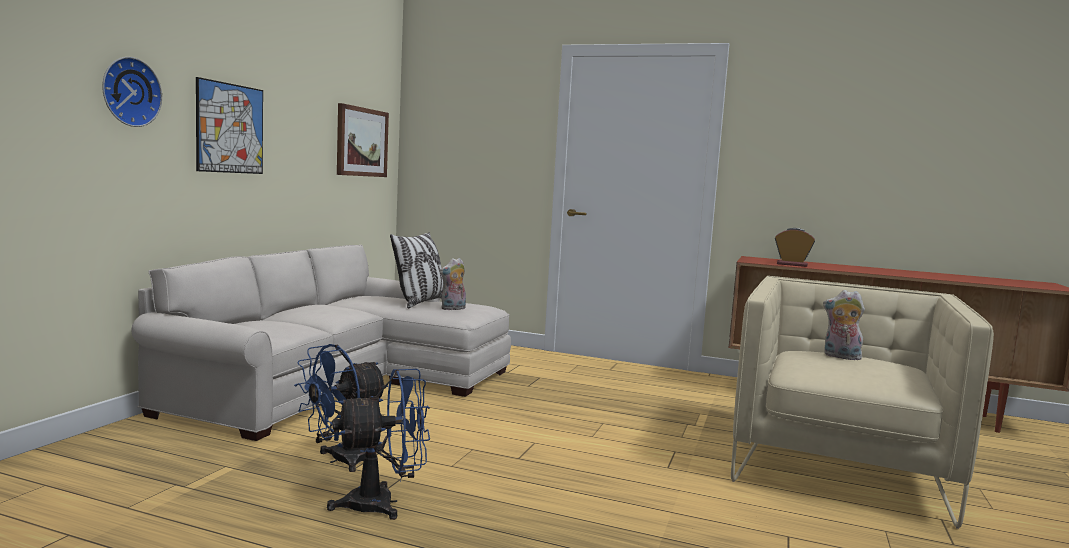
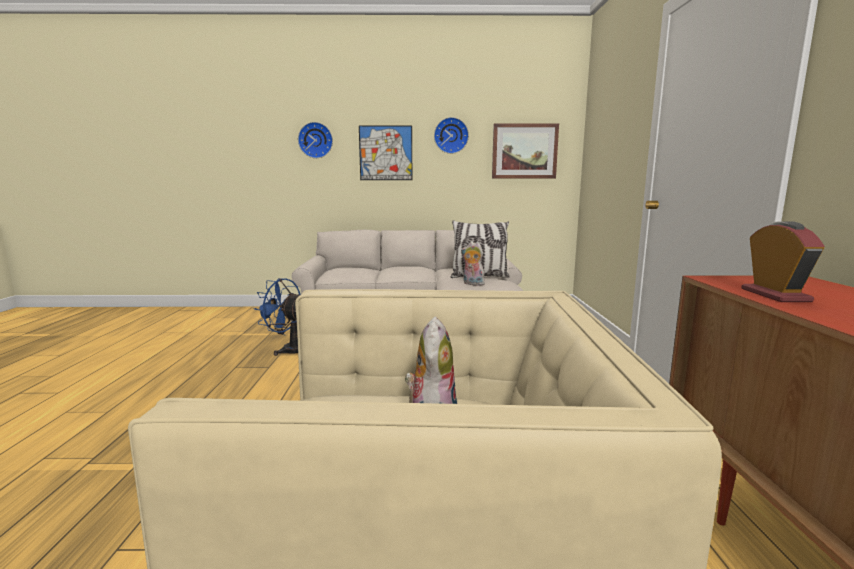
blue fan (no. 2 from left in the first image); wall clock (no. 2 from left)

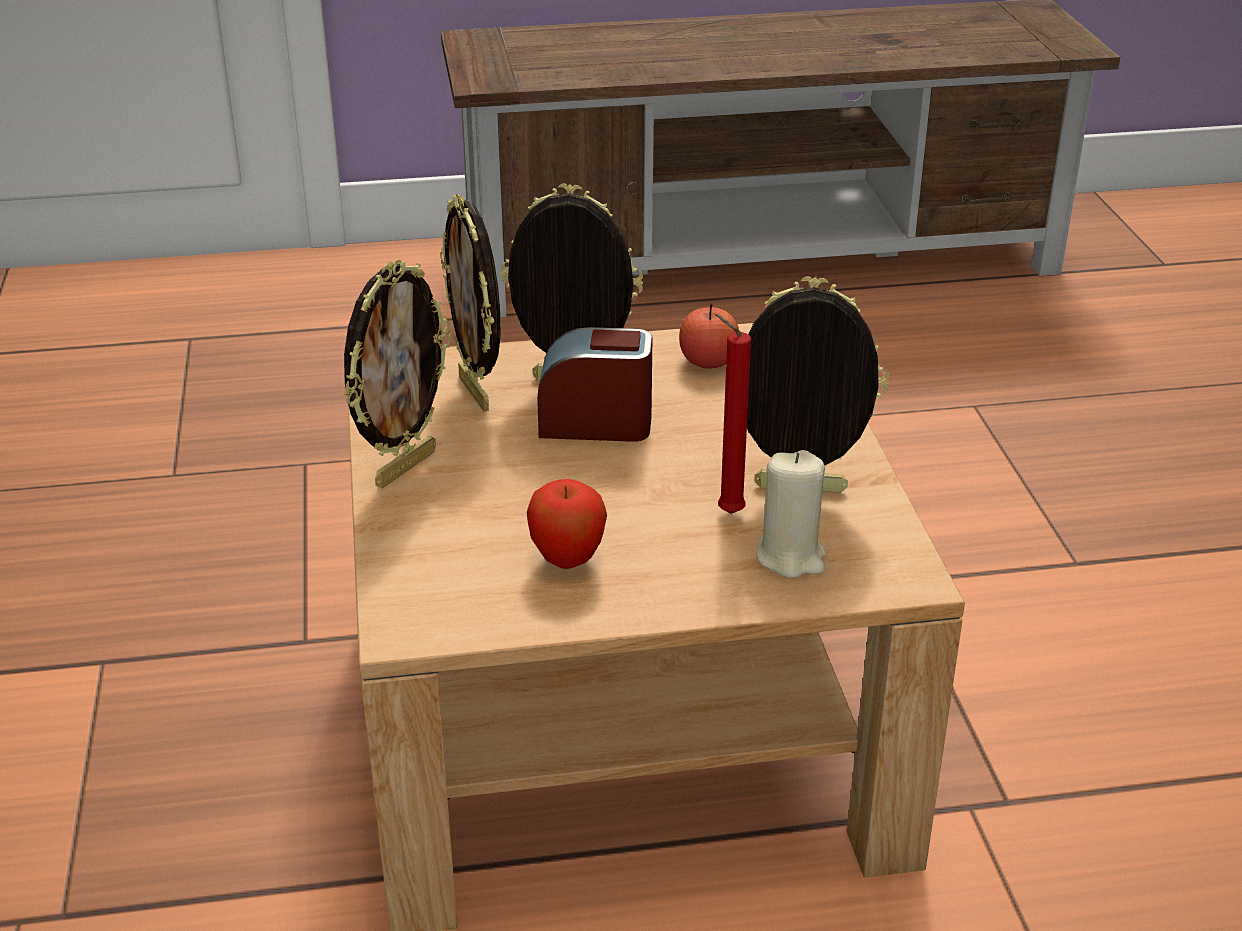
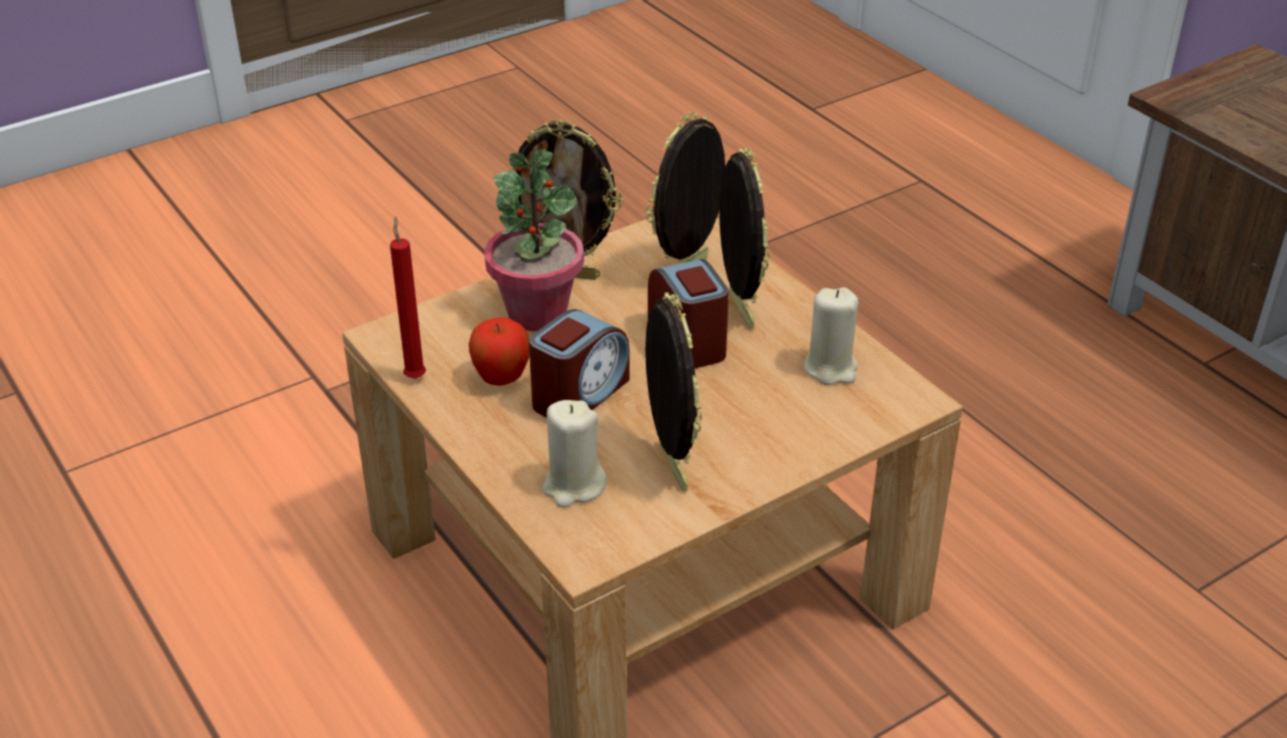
beige candle (no. 2 from left); red candle; potted plant; alarm clock (no. 1 from left)

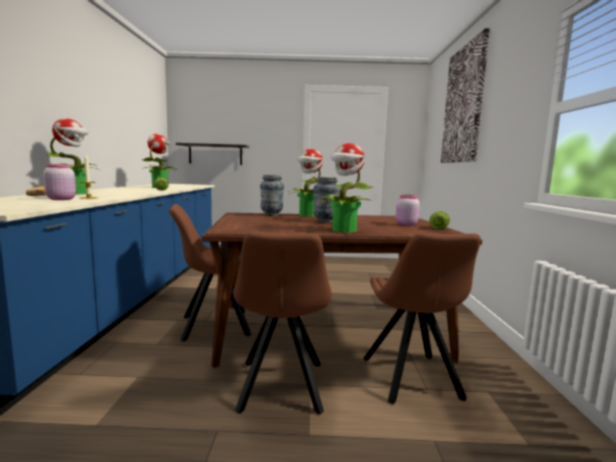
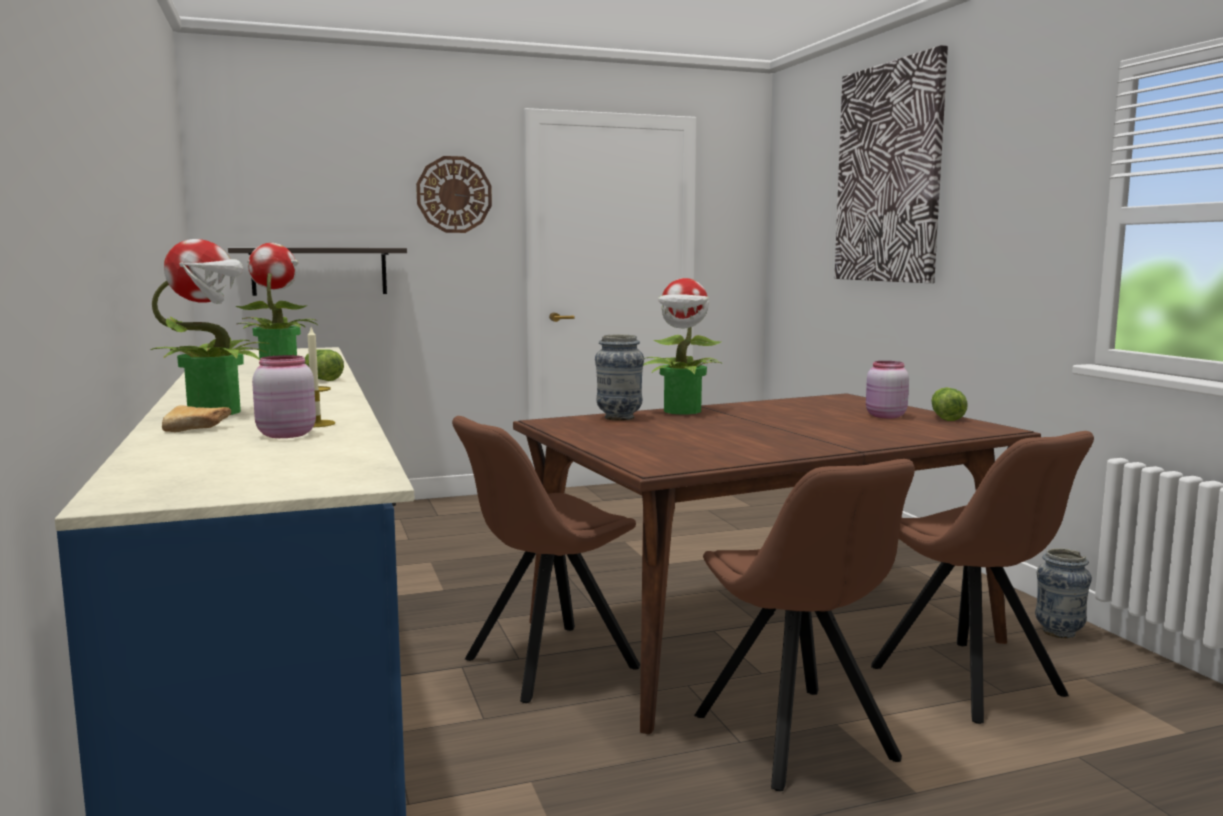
vase (no. 2 from left); potted plant (no. 4 from left in the first image); wall clock

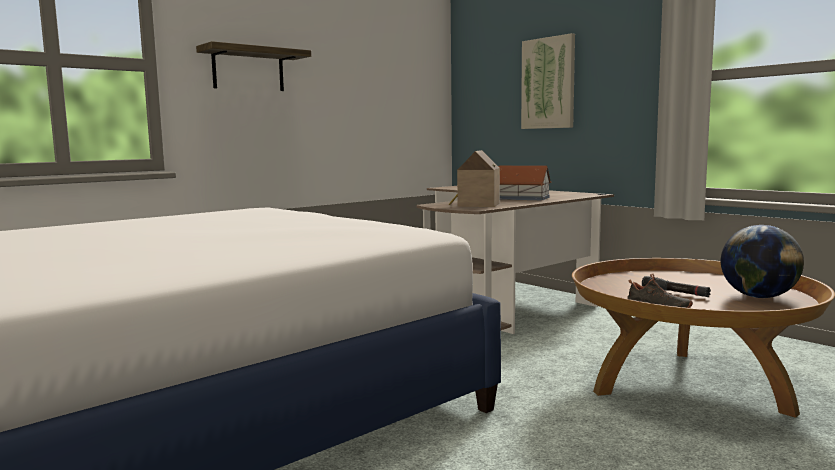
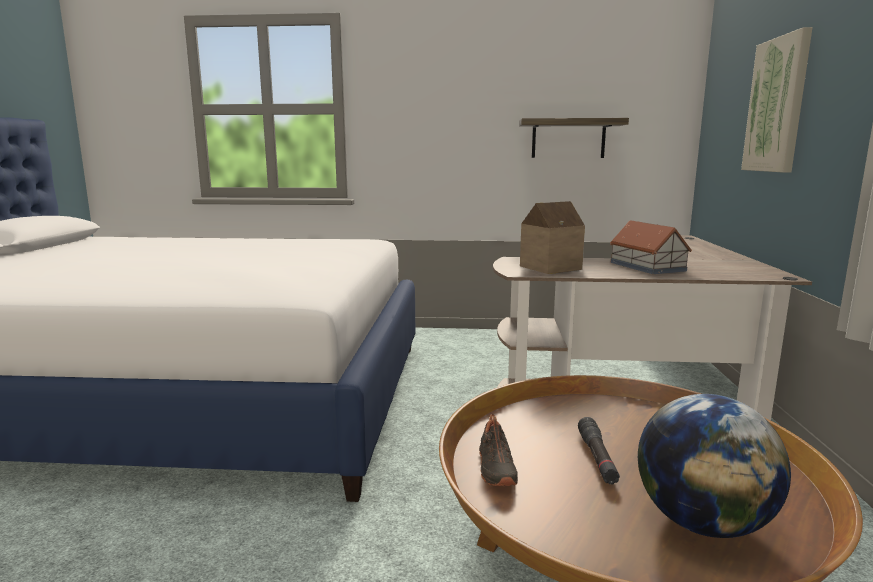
shelf

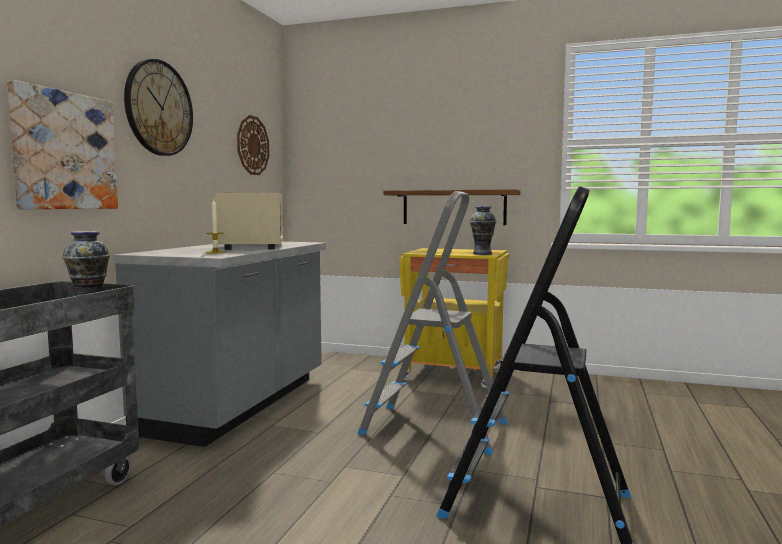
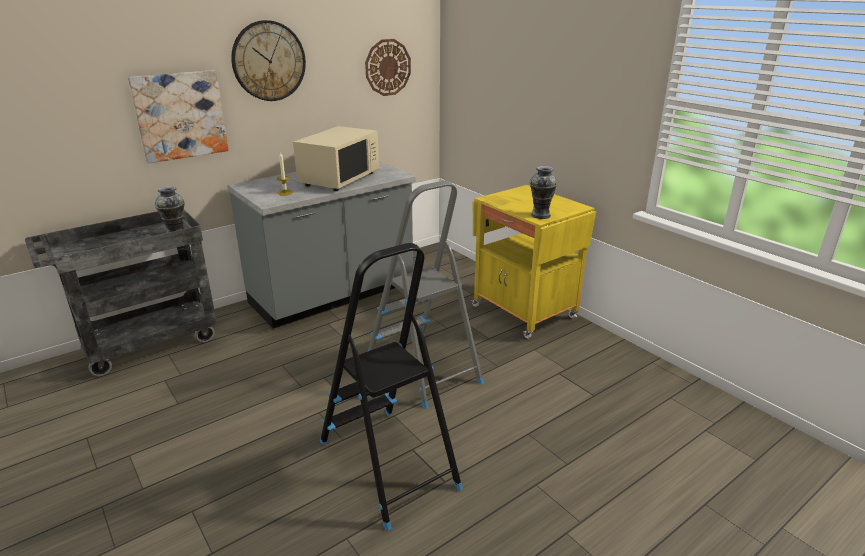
shelf

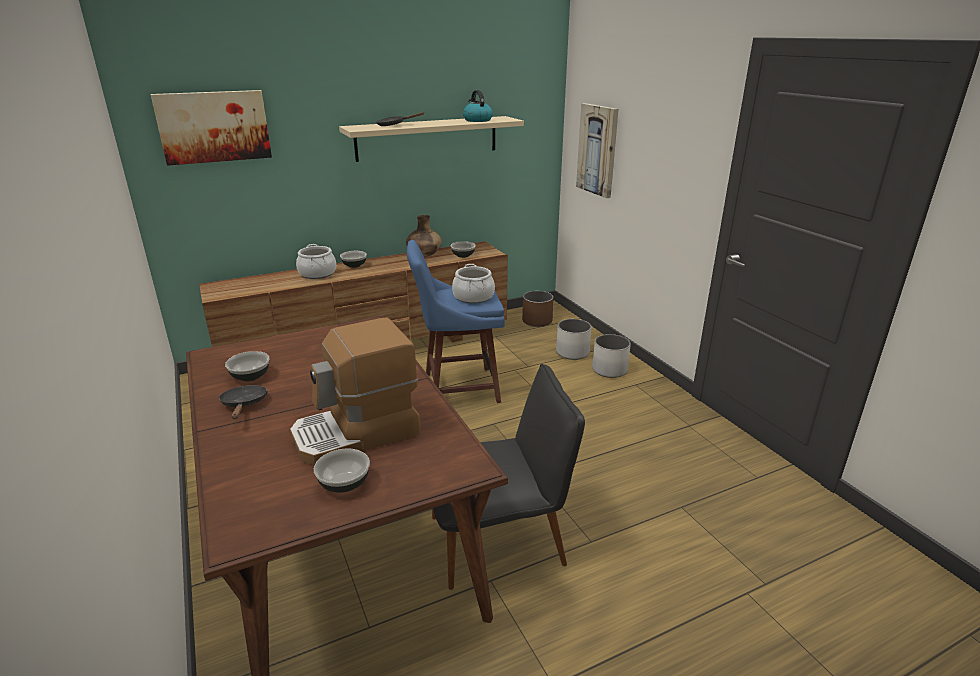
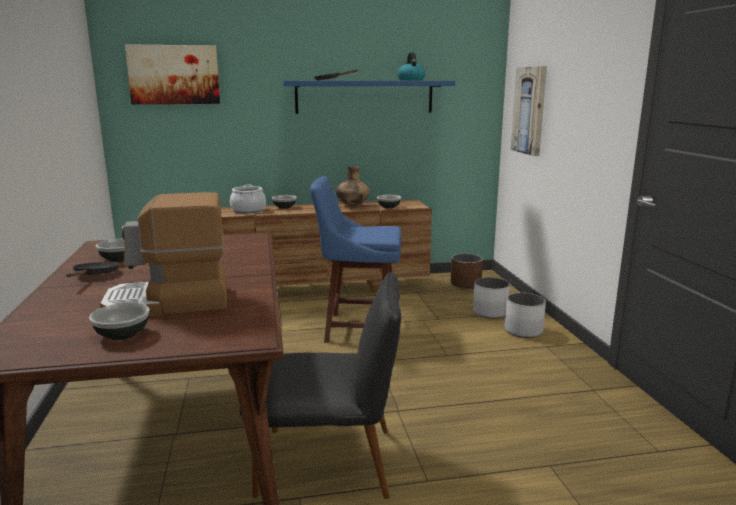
blue shelf; cooking pot (no. 2 from left in the first image)

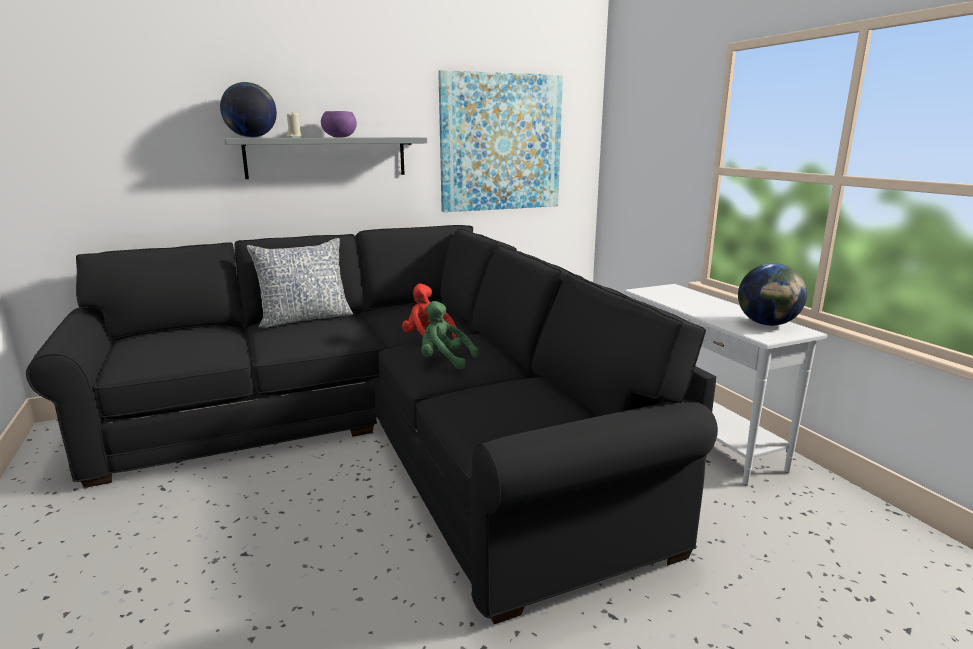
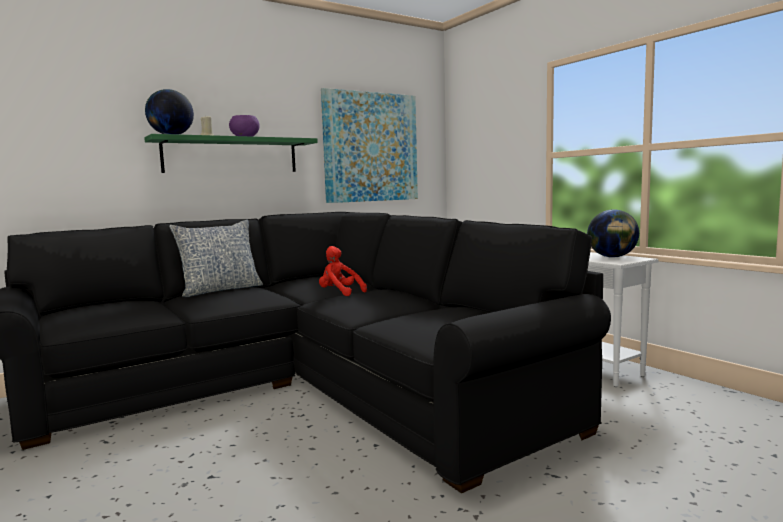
green shelf; green plush toy

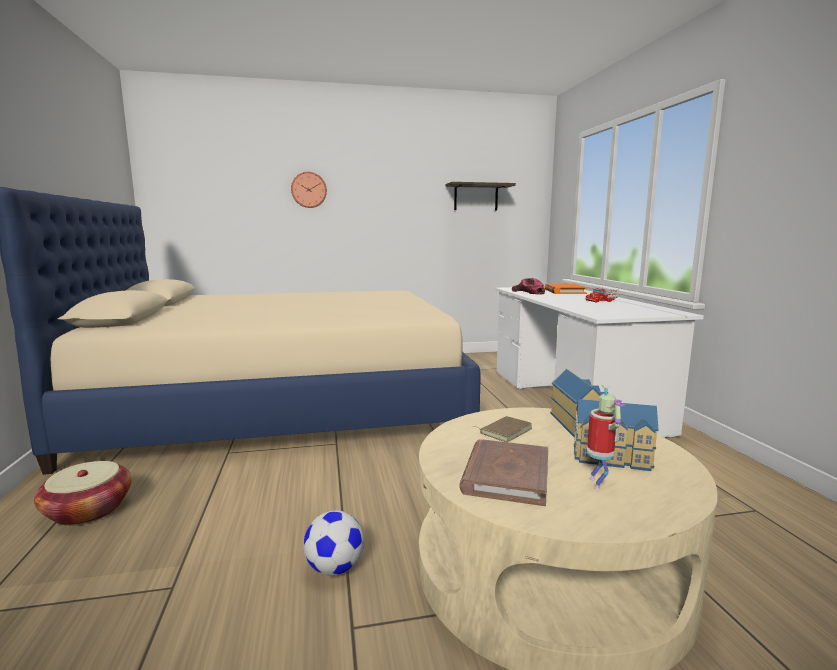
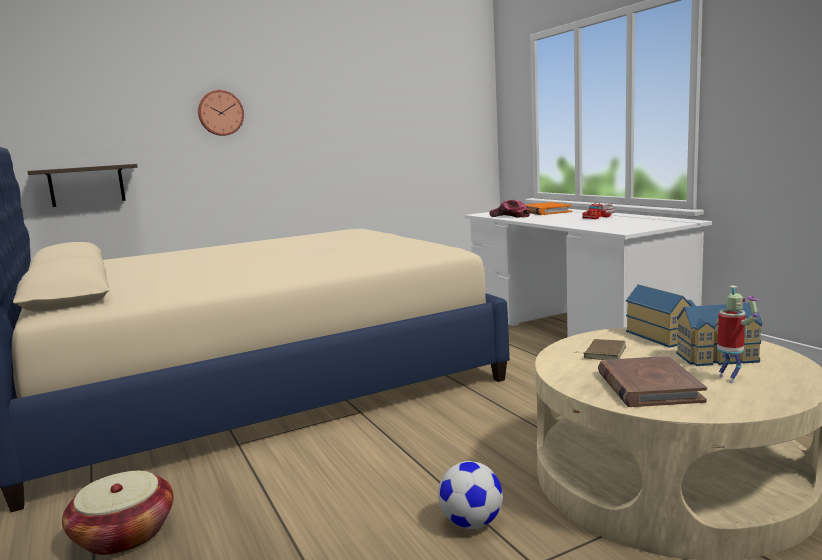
shelf

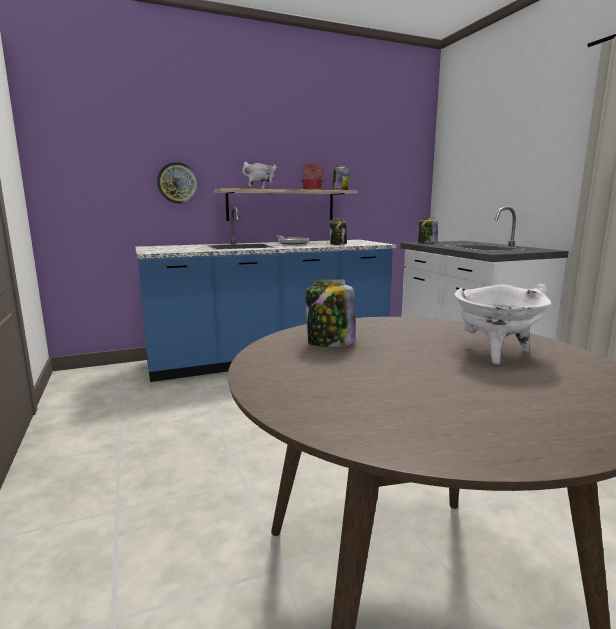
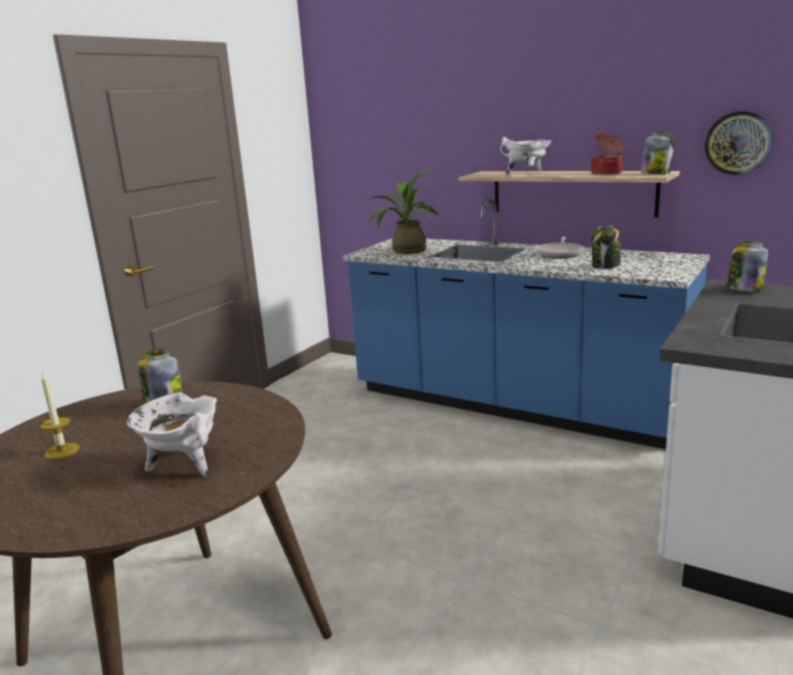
wall clock; candle; potted plant

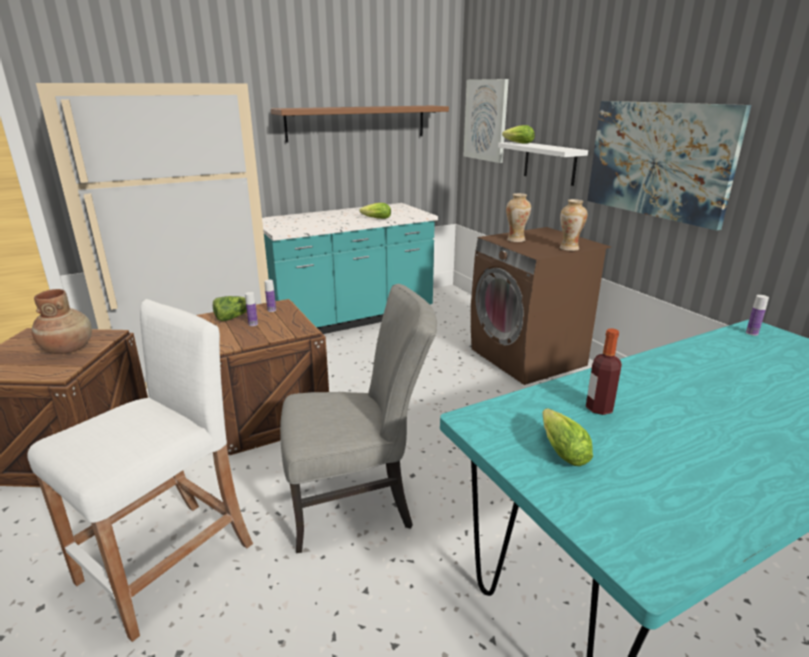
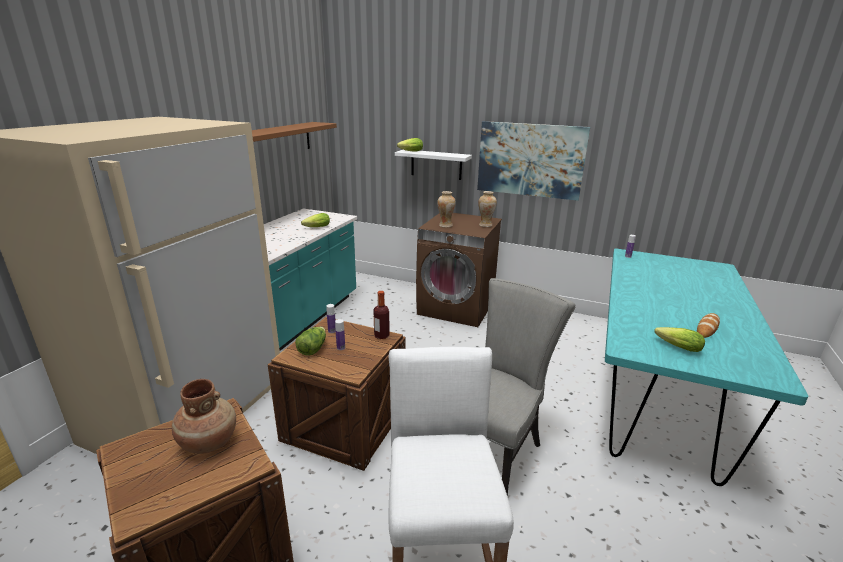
picture (no. 1 from left in the first image); bottle (no. 3 from left); bread

